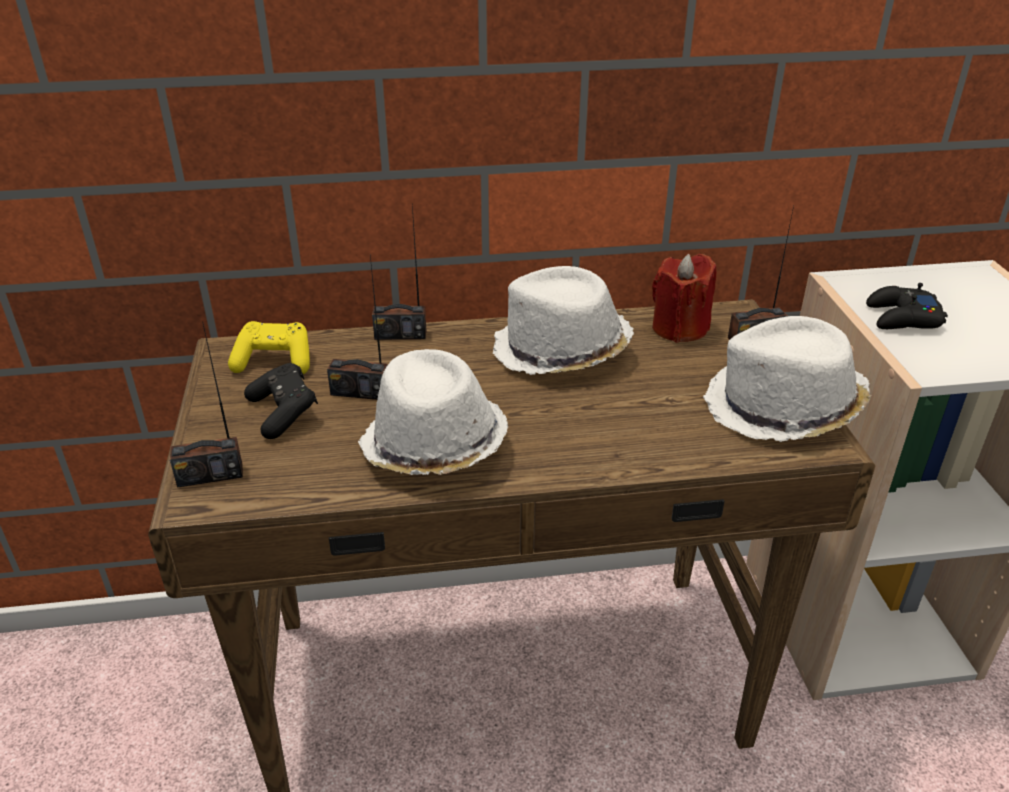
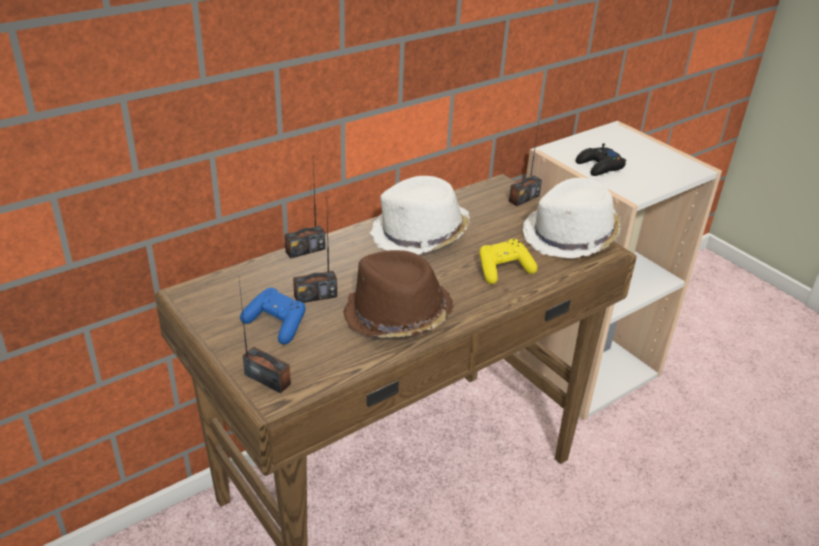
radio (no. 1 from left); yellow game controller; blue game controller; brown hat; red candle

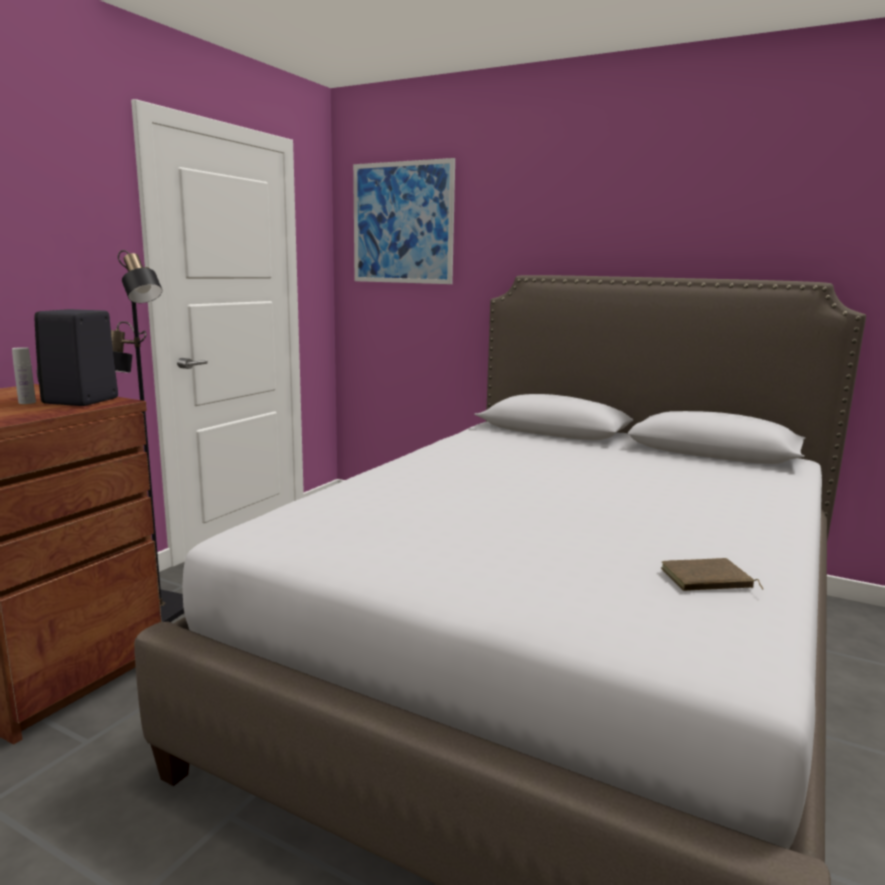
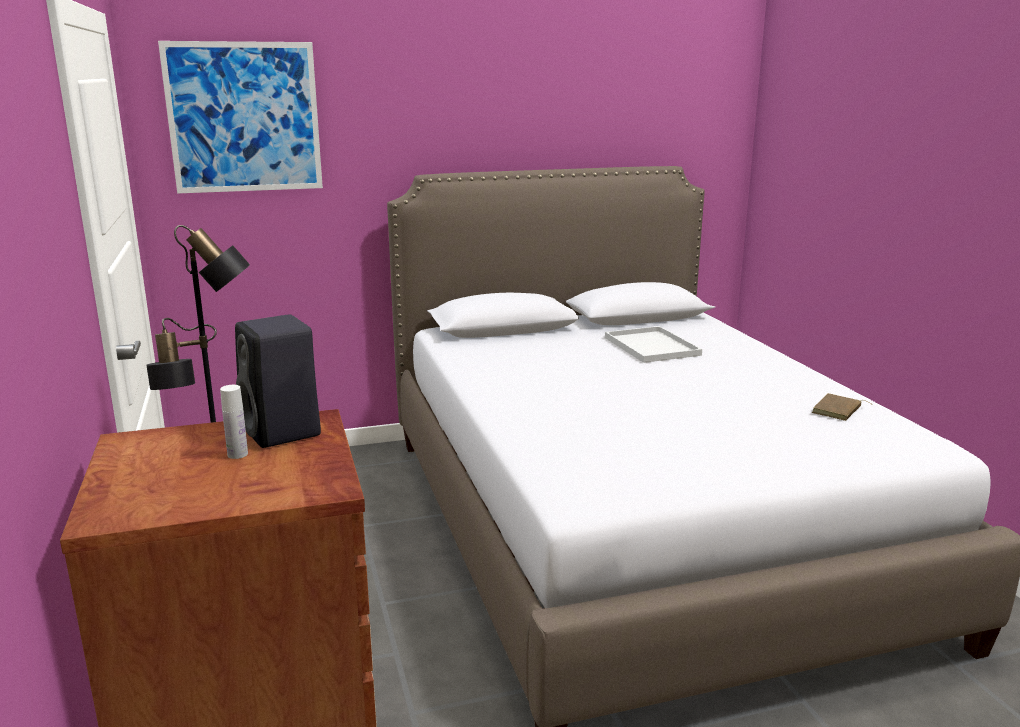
white tray

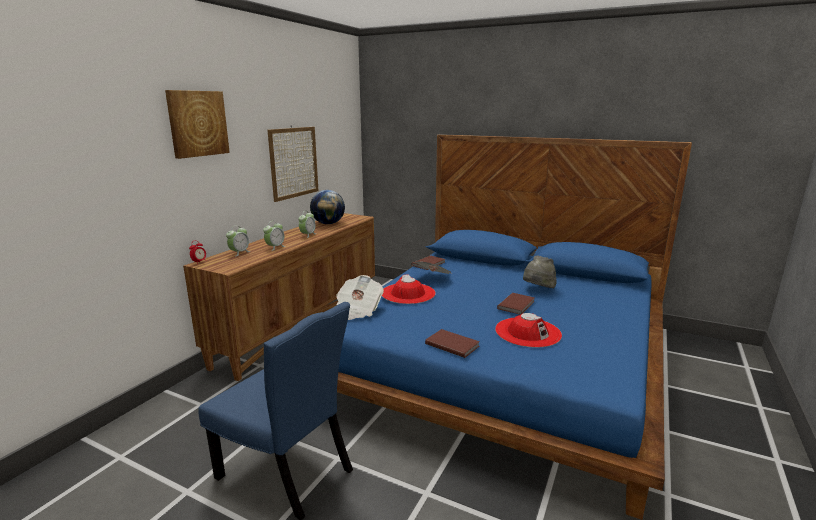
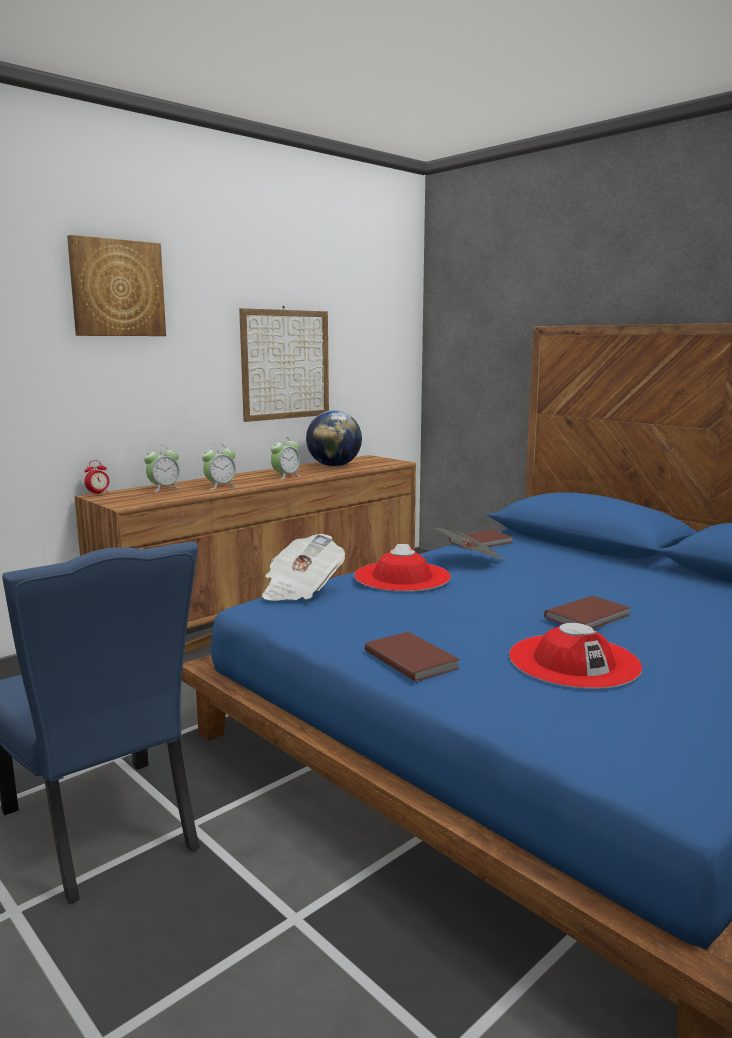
grey hat

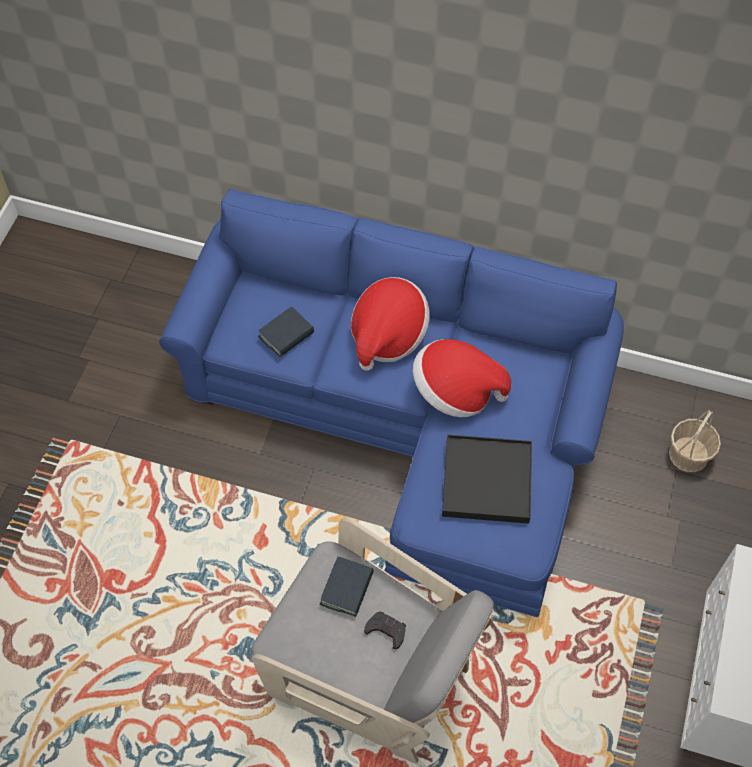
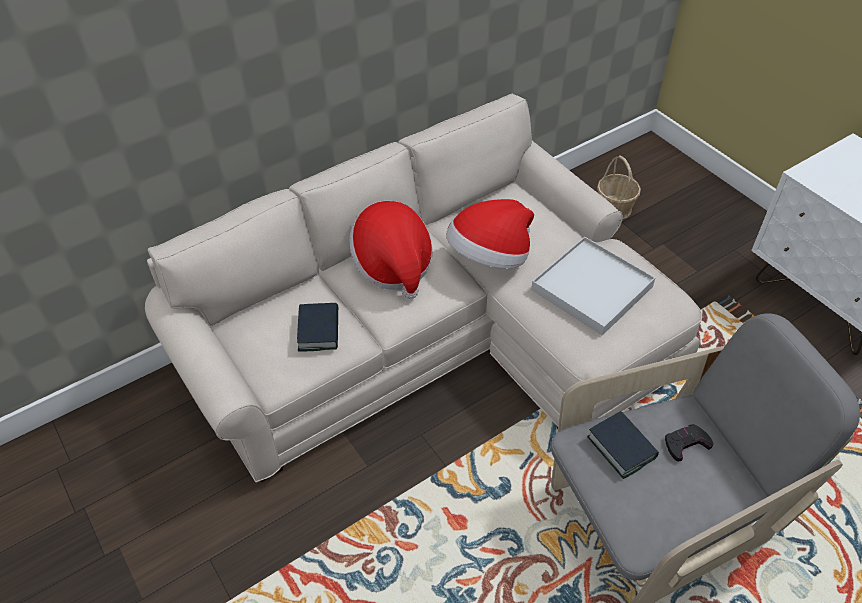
beige sofa; white tray

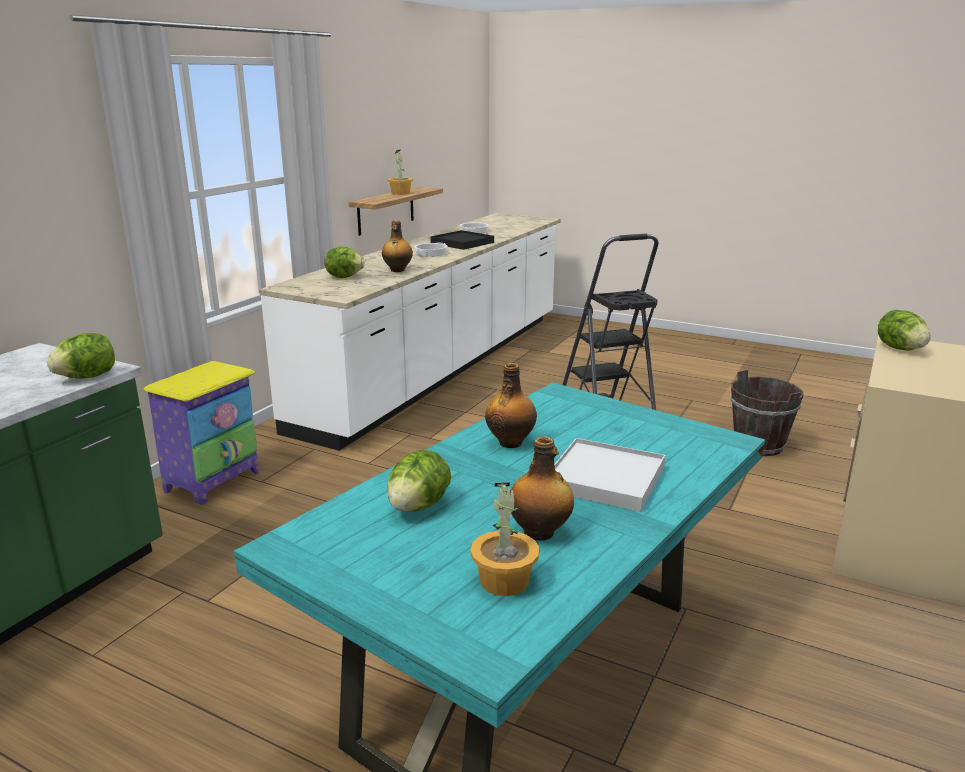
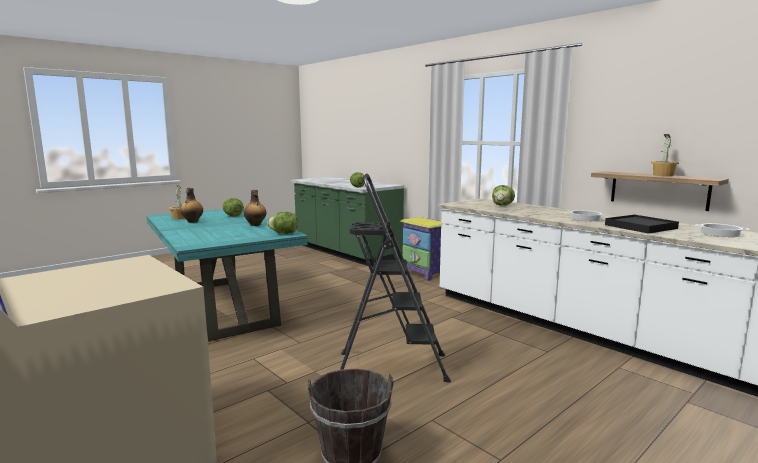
bottle (no. 1 from left in the first image); white tray; lettuce (no. 2 from left)

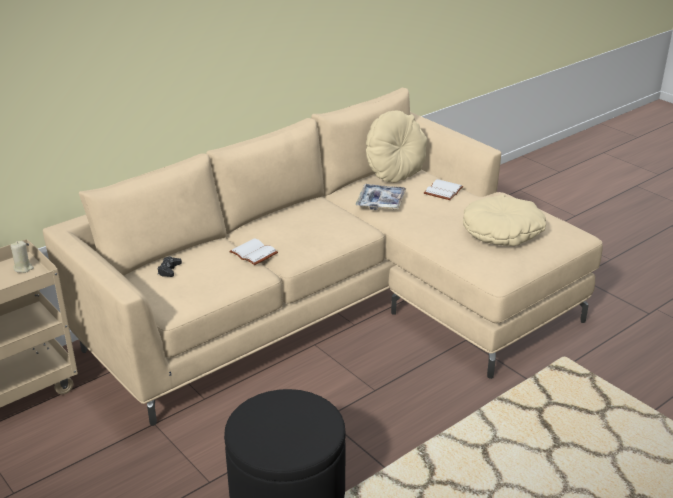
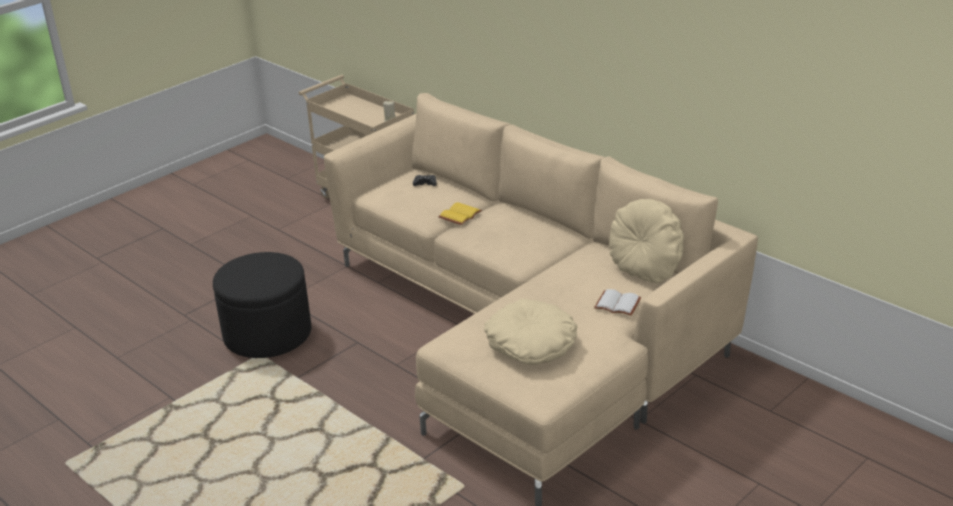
yellow book; tray

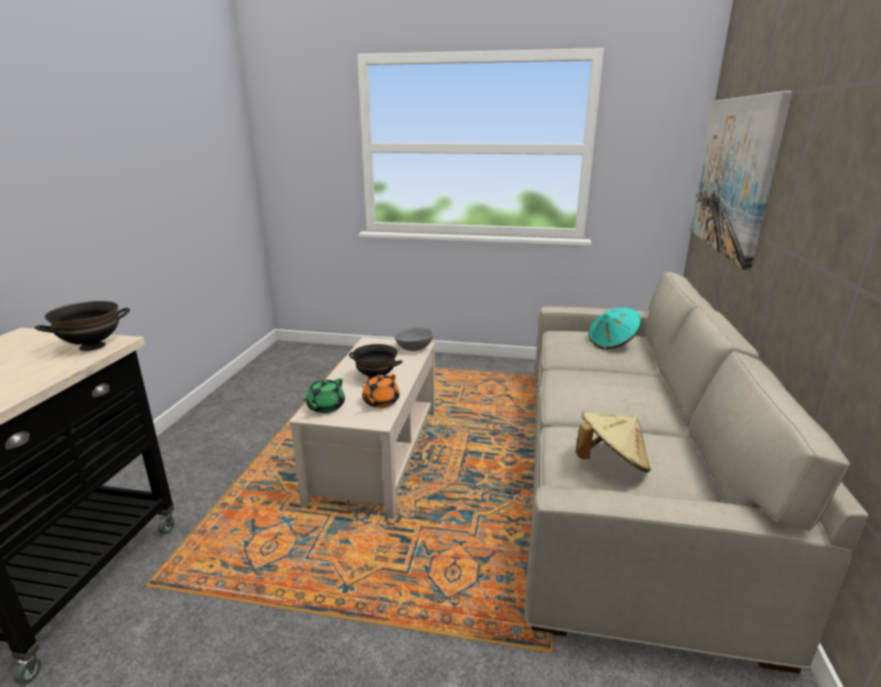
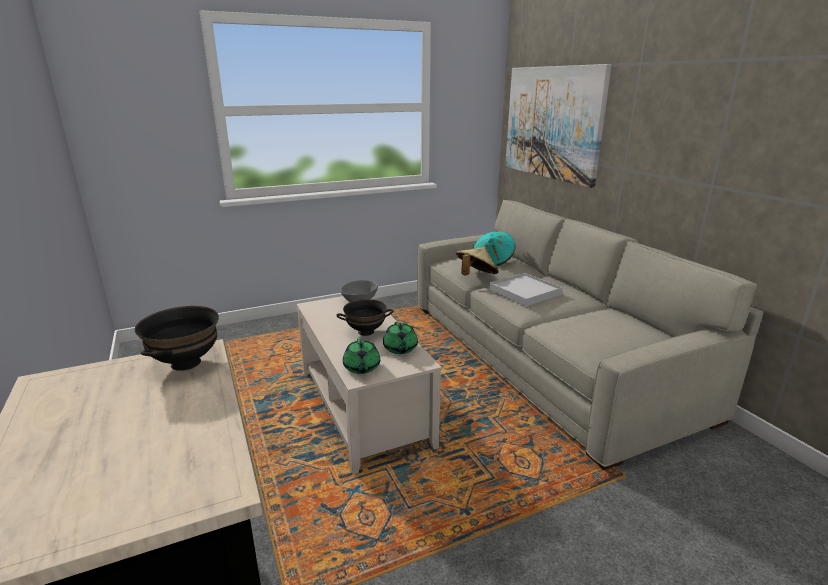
green teapot (no. 2 from left); beige hat; white tray

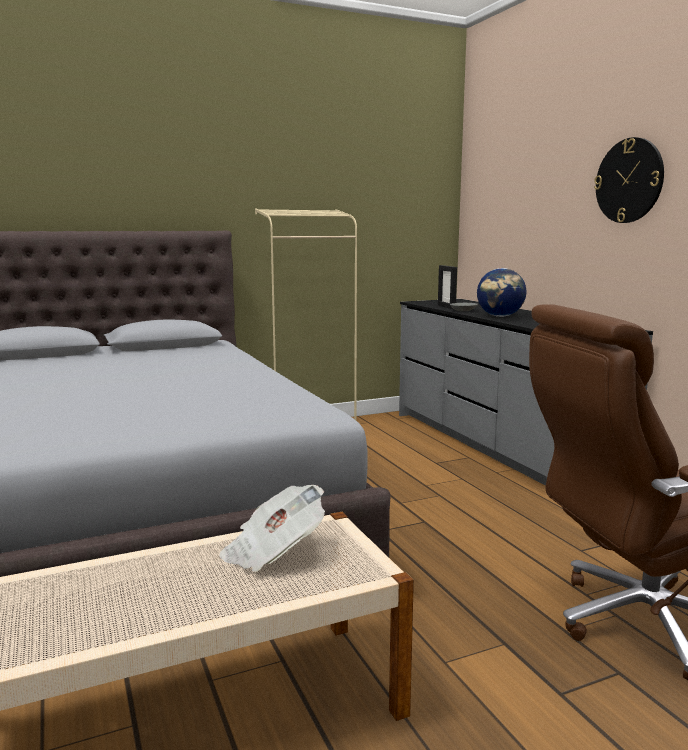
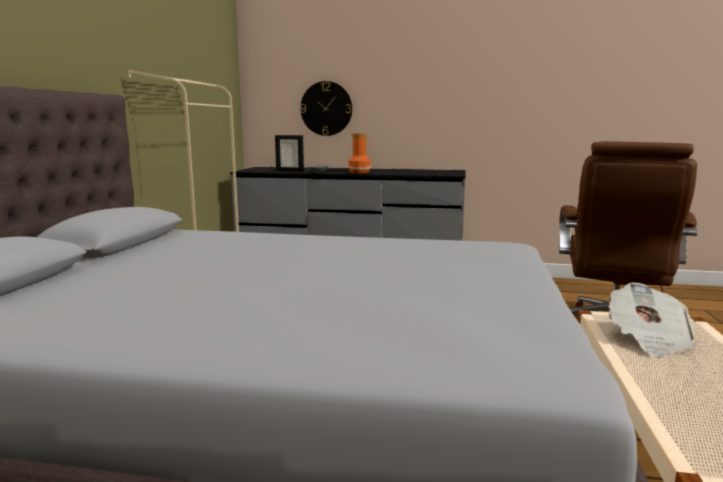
vase; wall clock

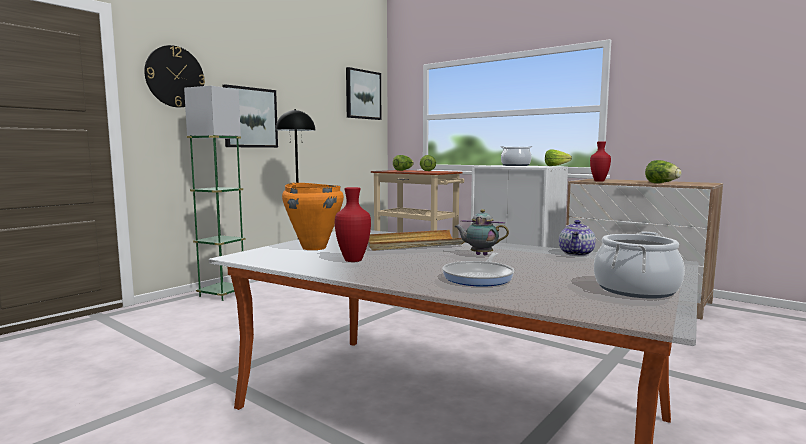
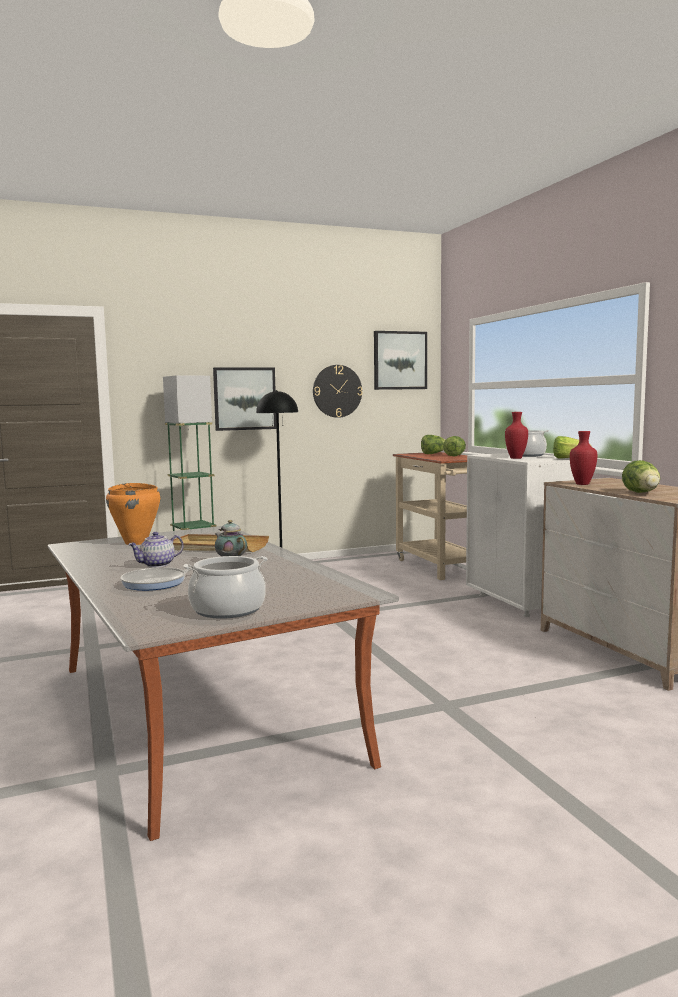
wall clock; red vase (no. 1 from left); teapot (no. 1 from left)

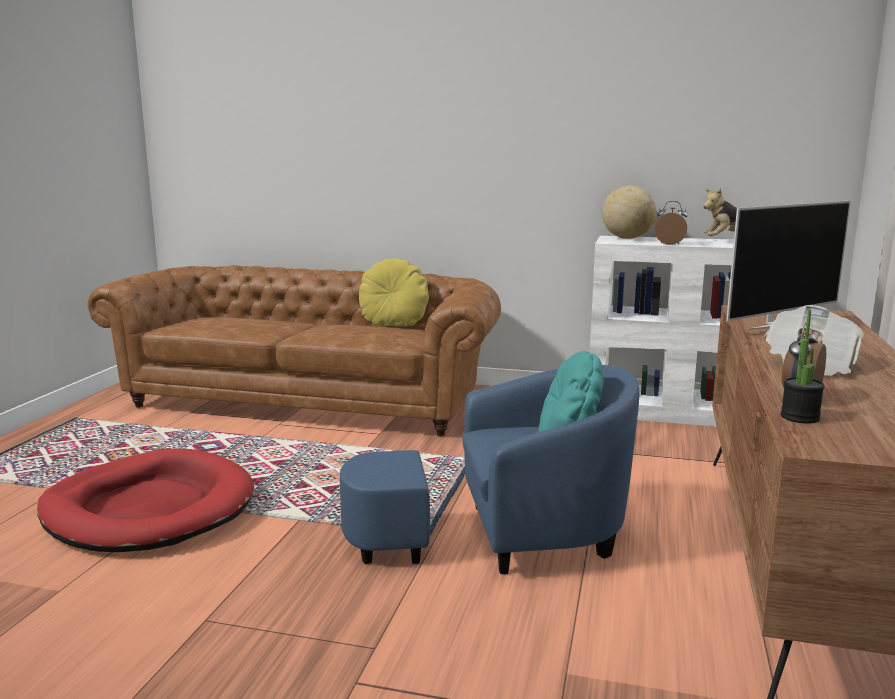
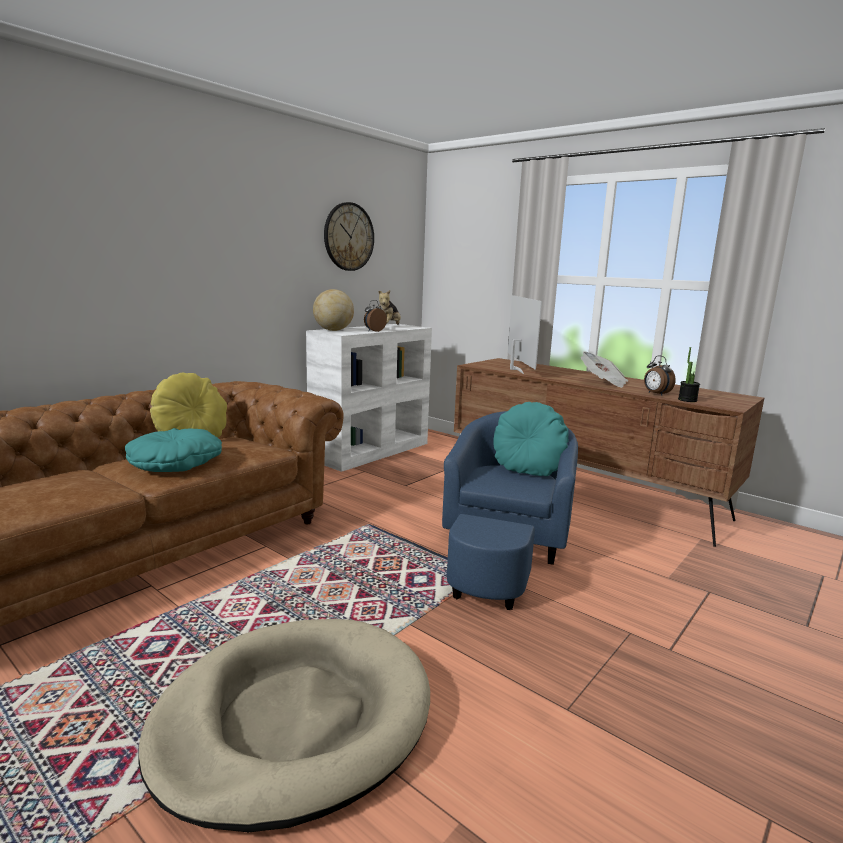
beige dog bed; turquoise pillow (no. 1 from left); wall clock

